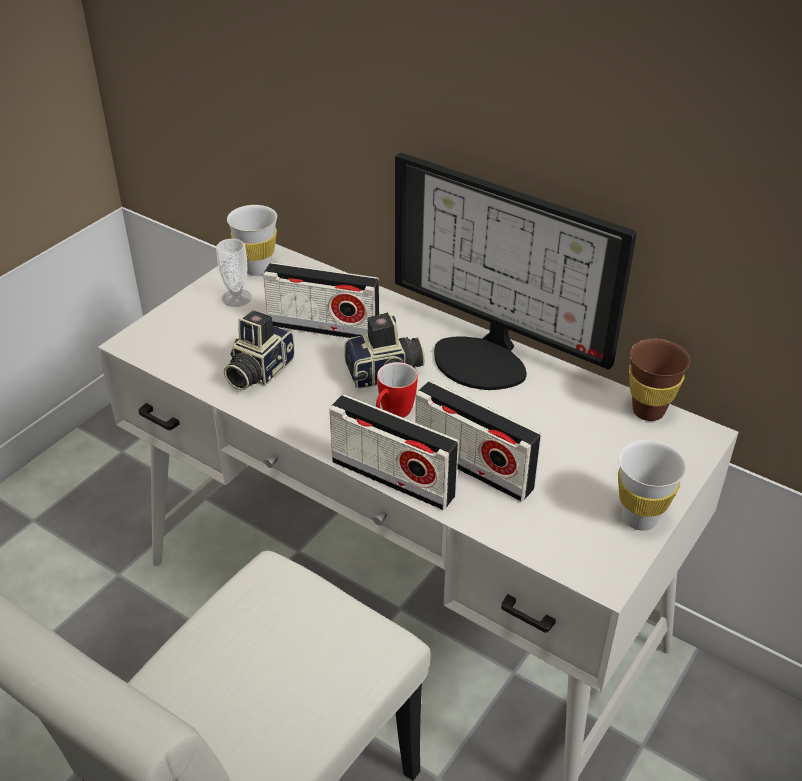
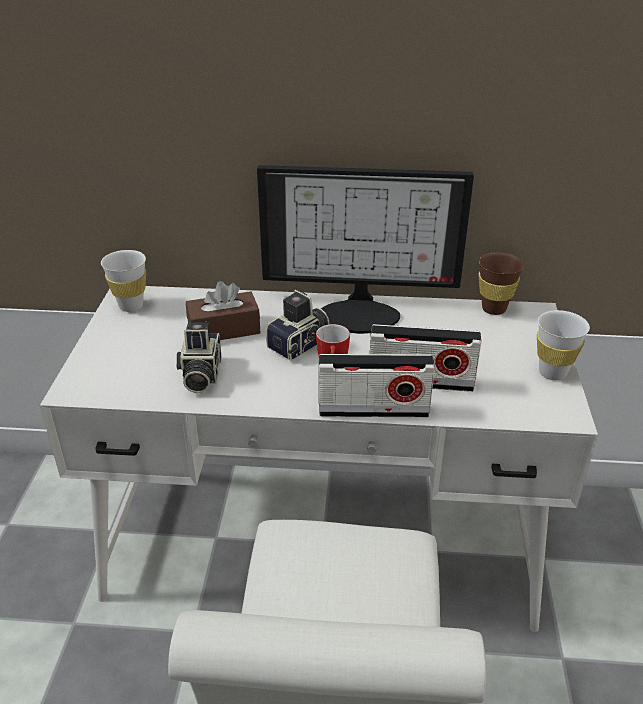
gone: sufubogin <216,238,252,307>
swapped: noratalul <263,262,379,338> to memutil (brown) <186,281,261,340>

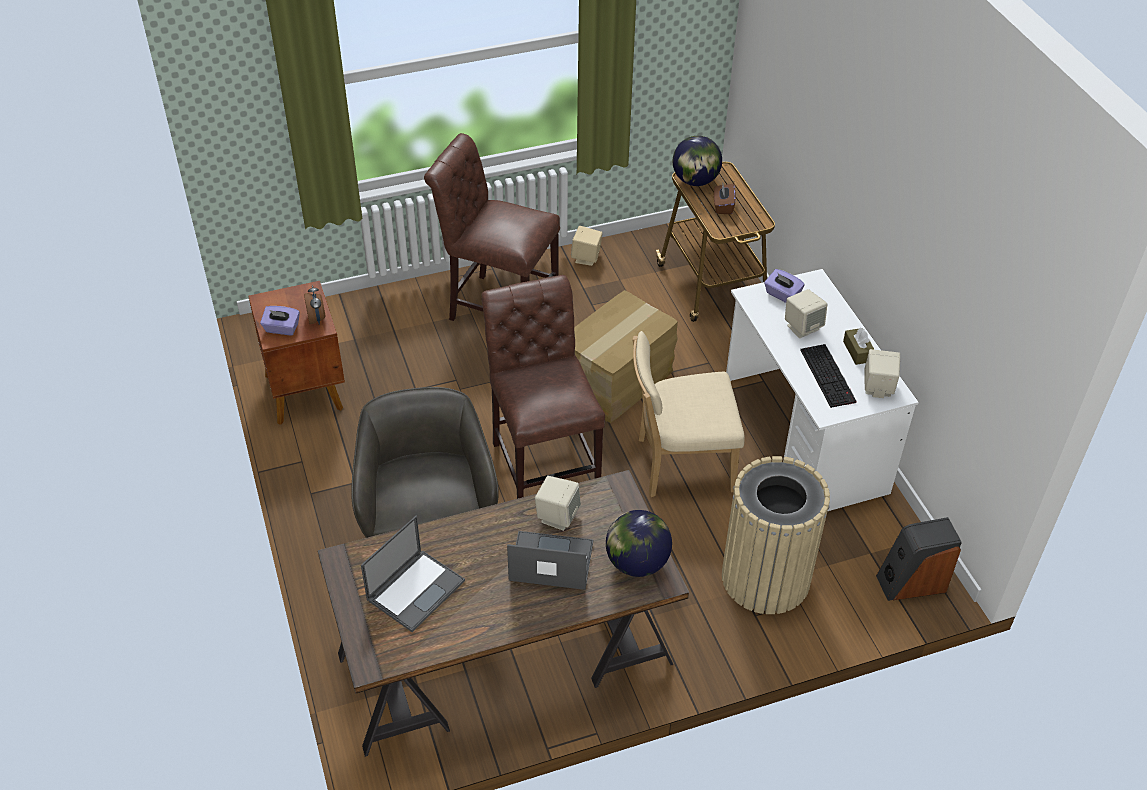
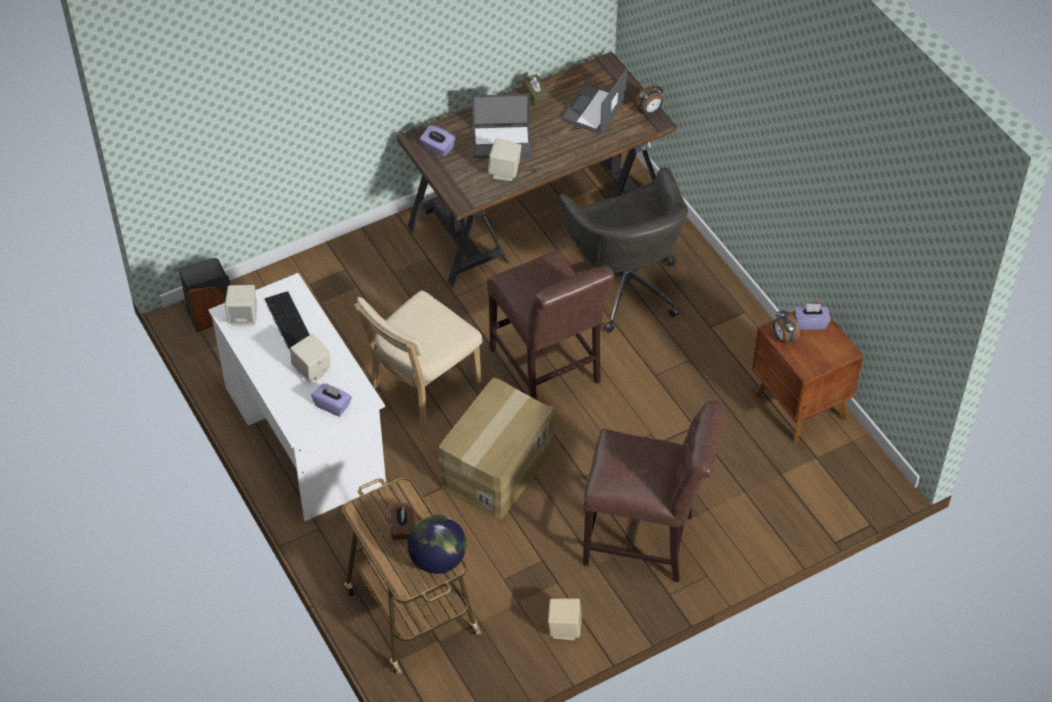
gone: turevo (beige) <722,456,830,614>
new: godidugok <635,84,663,115>
shifted: memutil (brown) <843,327,875,365> to <522,74,548,106>
swapped: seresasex <606,510,672,577> to memutil (purple) <420,125,456,157>
rotated: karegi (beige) <632,331,745,497> = <354,291,483,427> 150 degrees clockwise

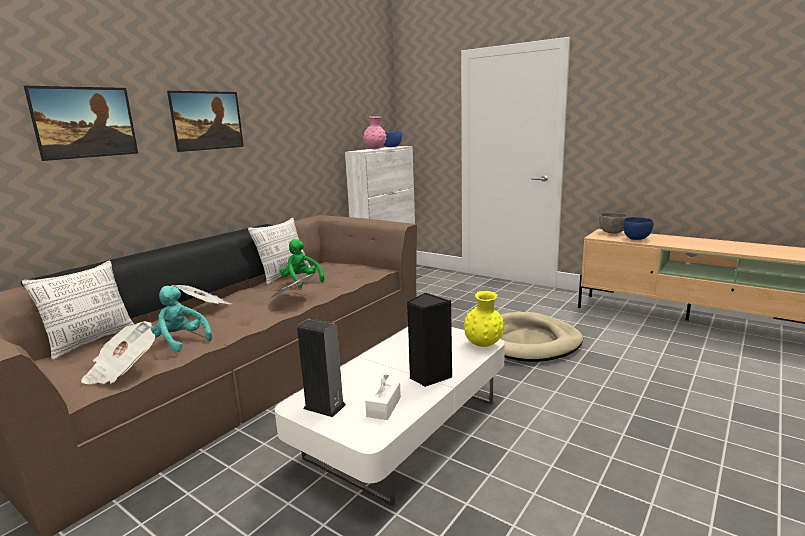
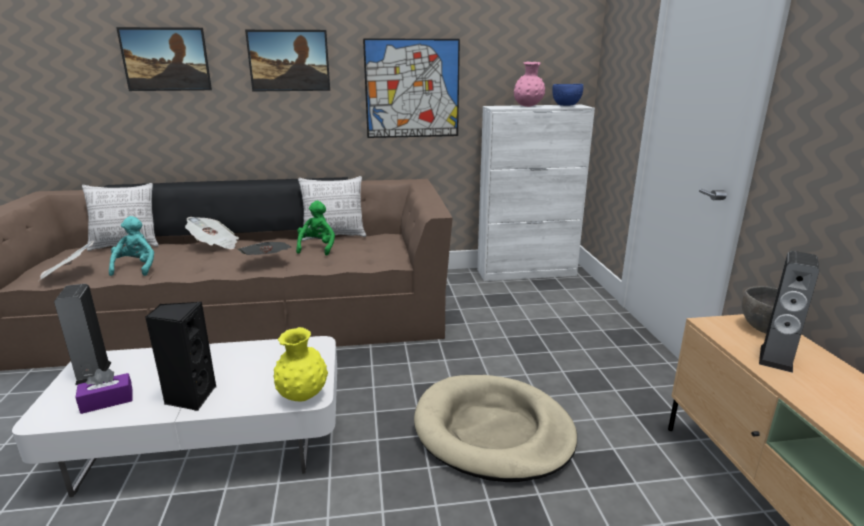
new: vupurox <363,39,460,138>
swapped: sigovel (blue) <623,217,653,240> to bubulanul <759,251,819,373>
repainted: memutil (white) <365,374,401,420> to memutil (purple) <76,369,133,414>

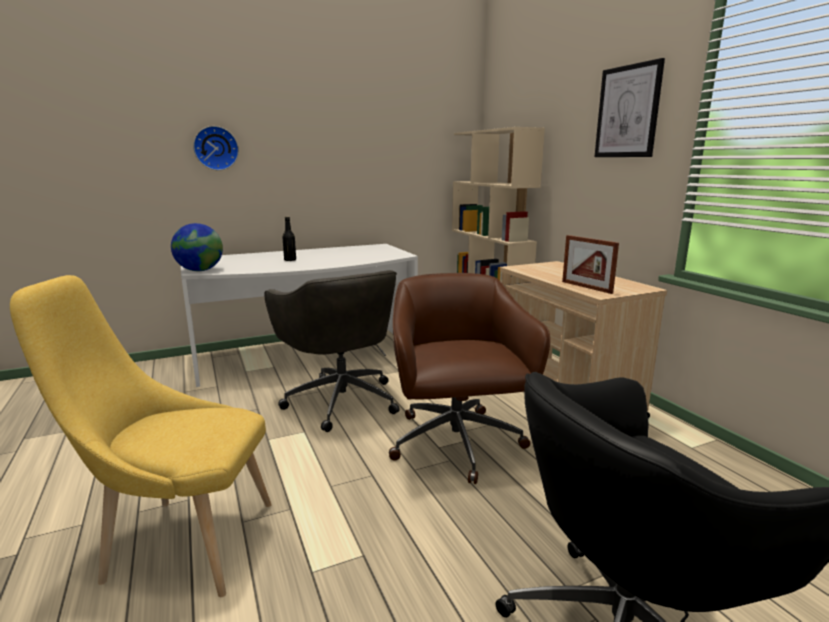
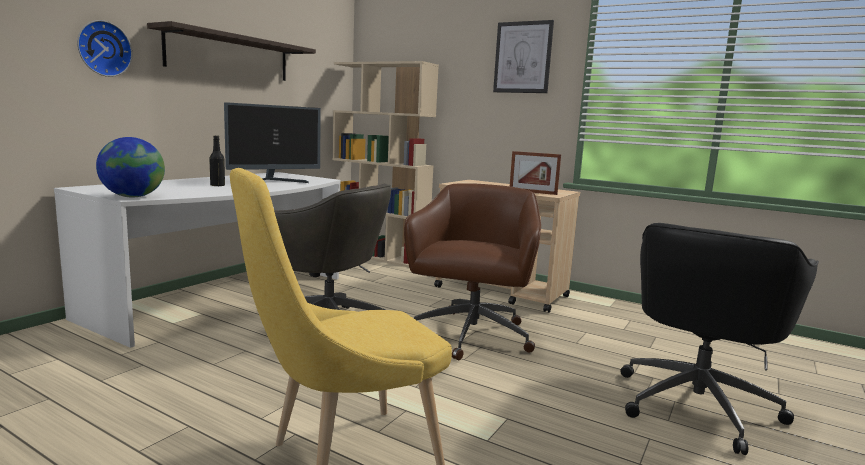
new: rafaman <147,21,316,81>; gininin <224,102,321,183>
rotated: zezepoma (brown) <389,273,550,484> = <404,183,541,360> 60 degrees clockwise

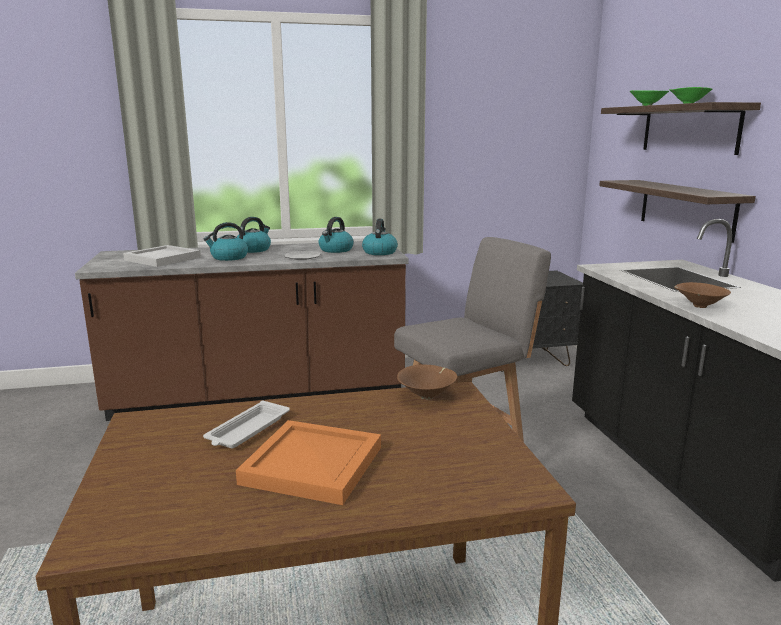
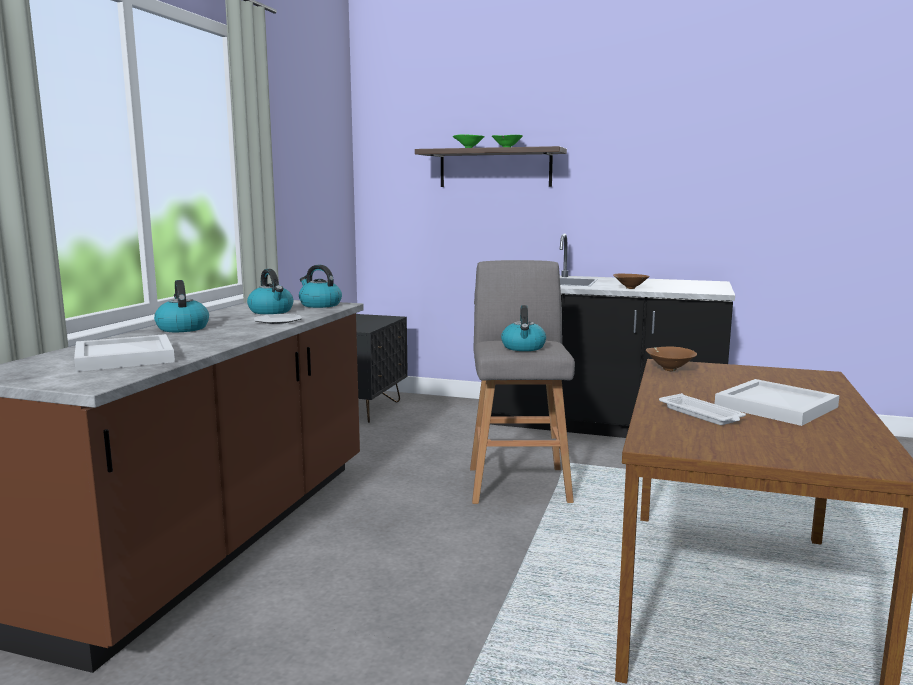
gone: rafaman <599,180,756,243>
shifted: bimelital <203,222,248,261> to <501,305,546,351>
repainted: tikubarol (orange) <236,420,381,505> to tikubarol (white) <715,379,839,426>

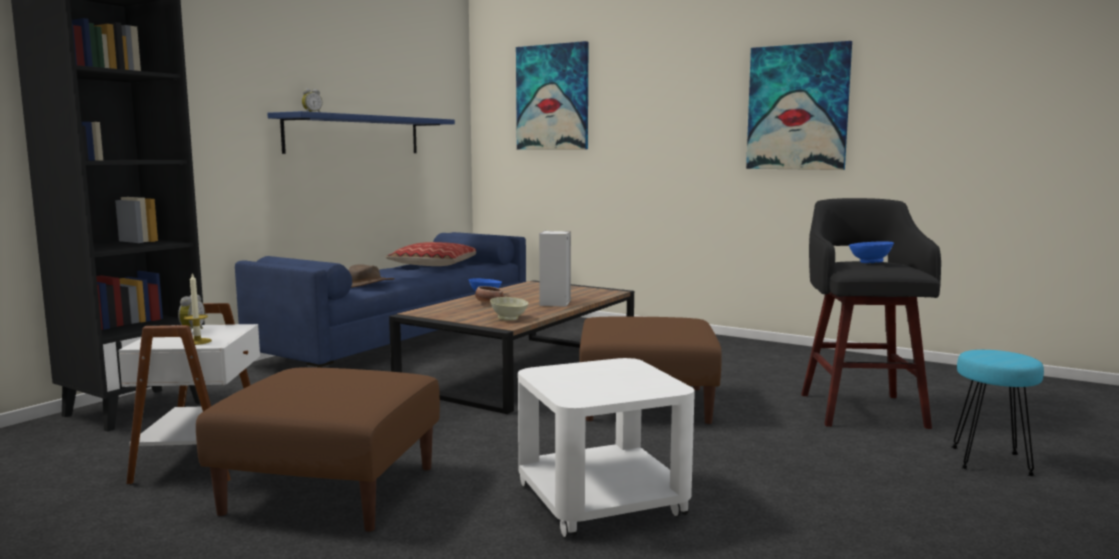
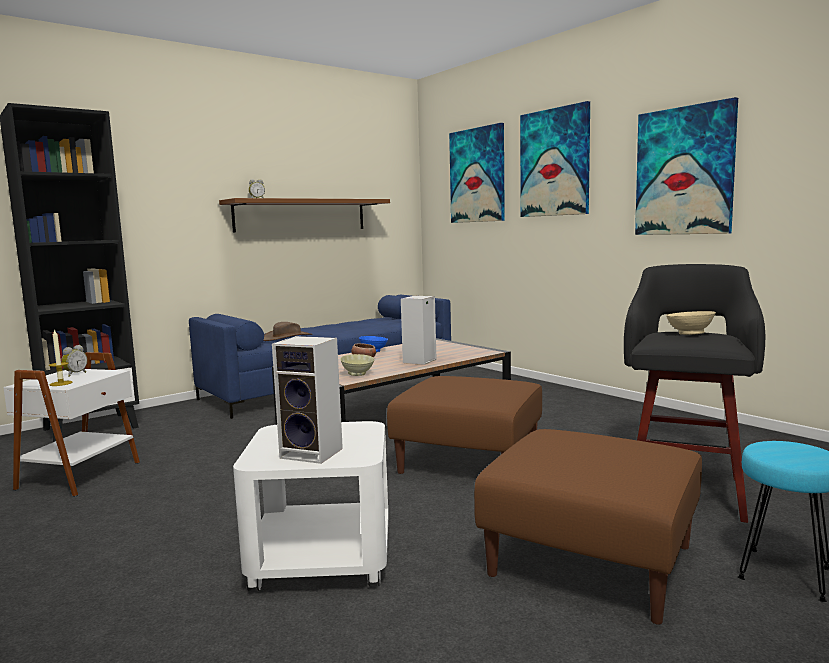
gone: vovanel <386,242,476,266>
new: bubulanul <272,336,343,464>; vupurox <520,101,590,217>
shifted: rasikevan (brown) <196,367,440,532> to <474,429,702,625>
repainted: rafaman (blue) <267,111,455,154> to rafaman (brown) <219,198,390,232>; sigovel (blue) <849,241,894,263> to sigovel (beige) <666,311,716,335>

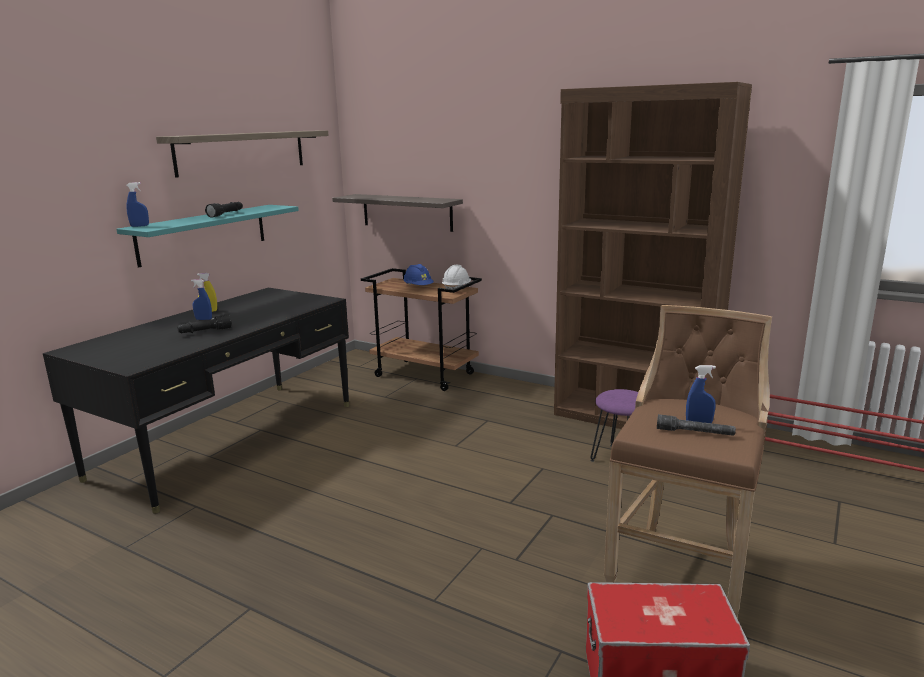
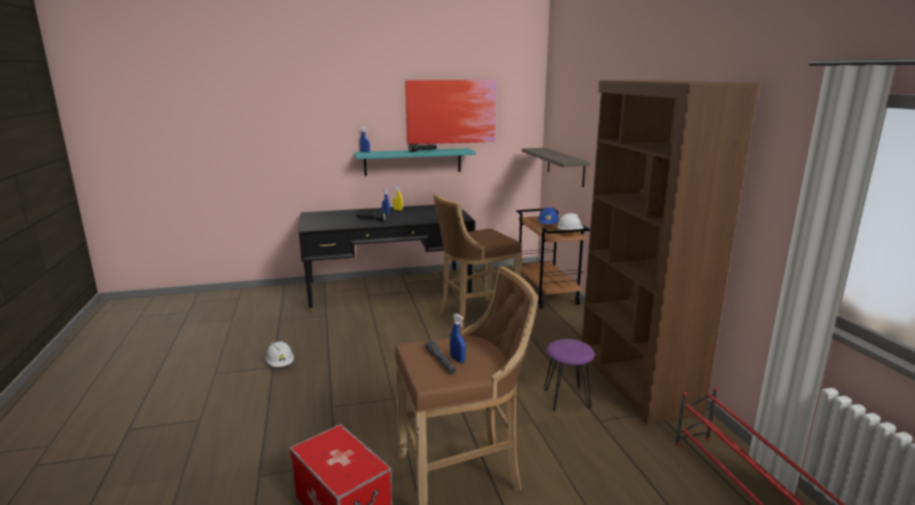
new: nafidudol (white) <266,341,294,367>; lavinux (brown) <433,193,522,331>
swapped: rafaman <156,130,328,178> to vupurox <405,80,497,145>

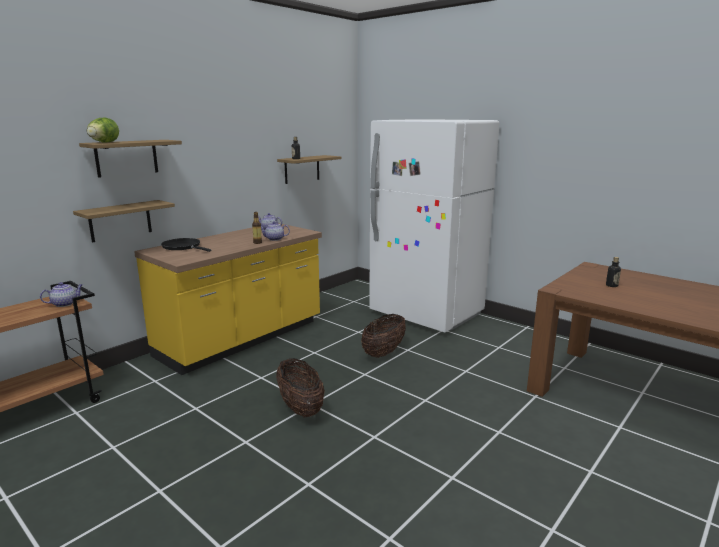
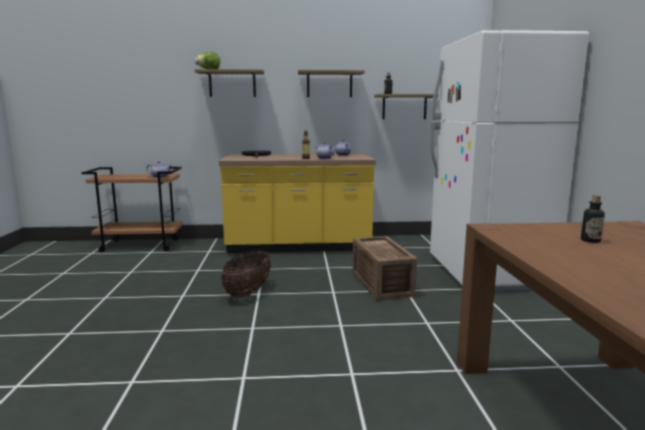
shifted: rafaman <73,200,175,242> to <298,70,365,97>
swapped: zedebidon <361,314,406,358> to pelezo <353,236,417,301>

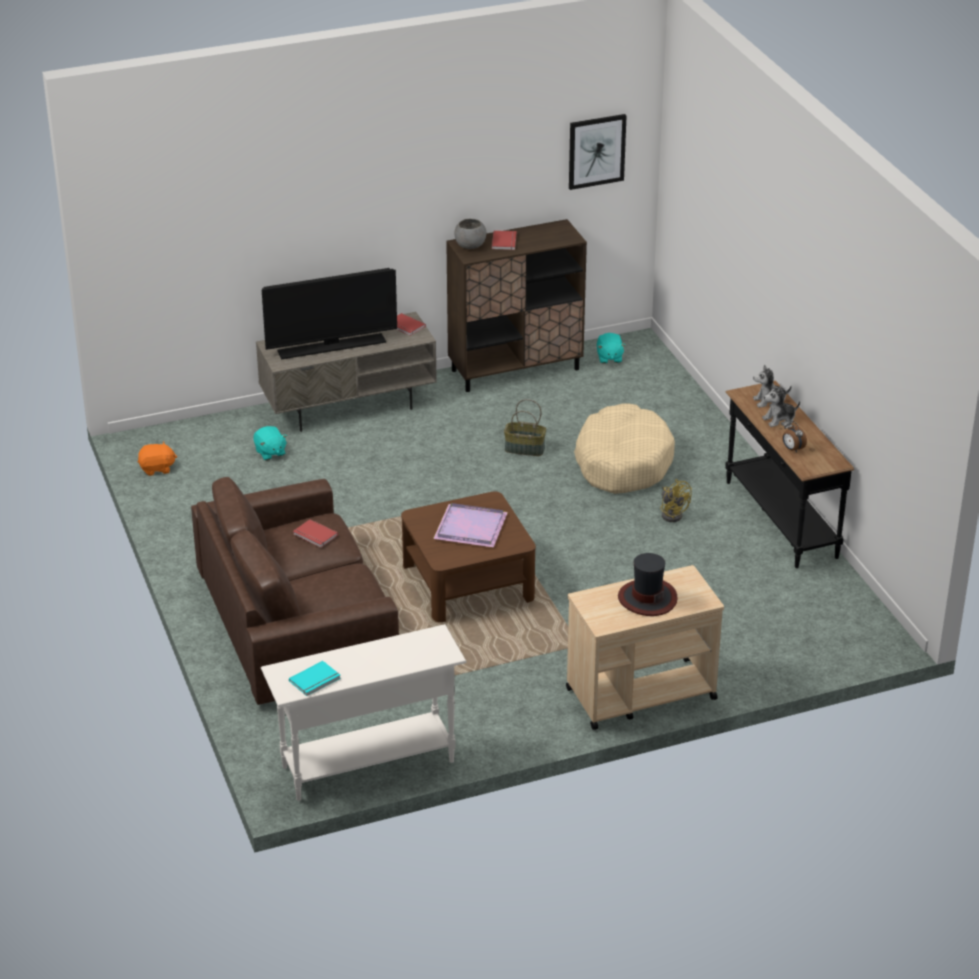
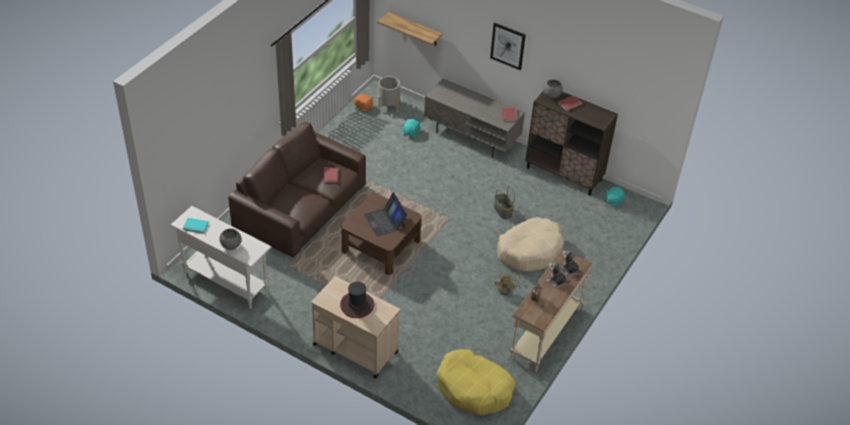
gone: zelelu <262,268,397,359>
new: sigovel (grey) <219,229,242,250>; rafaman <377,12,442,46>; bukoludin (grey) <378,76,400,113>; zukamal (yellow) <437,349,515,415>
shifted: vupurox <569,114,627,190> to <490,23,526,70>
swapped: tikubarol (purple) <433,503,508,547> to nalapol <364,192,407,237>
repainted: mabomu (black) <725,381,854,568> to mabomu (beige) <510,249,592,372>

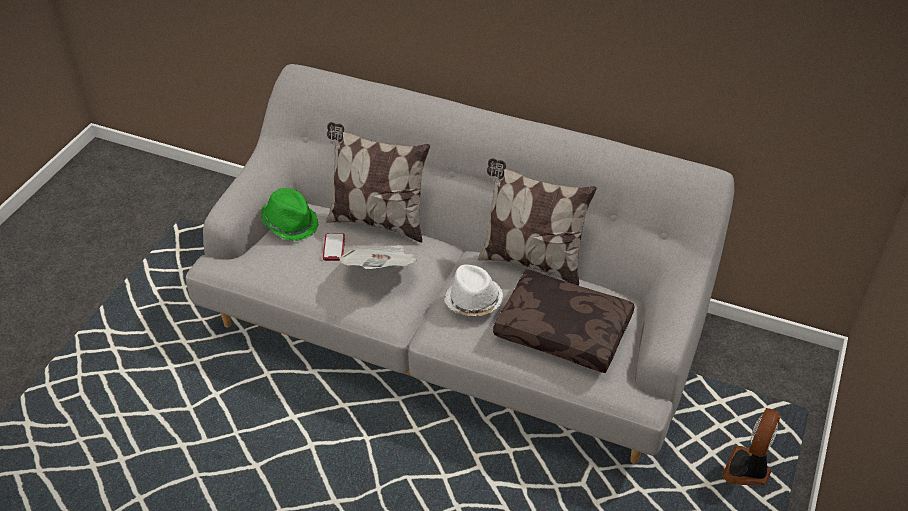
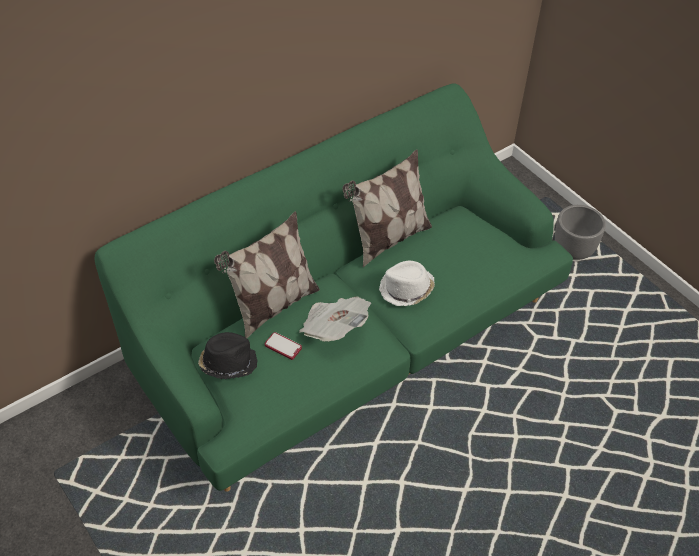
gone: vovanel (brown) <493,269,635,373>
swapped: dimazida <722,408,781,485> to bukoludin (grey) <555,205,606,260>
repainted: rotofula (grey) <186,64,734,464> to rotofula (green) <94,83,573,492>; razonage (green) <261,188,319,241> to razonage (black) <198,332,257,379>

